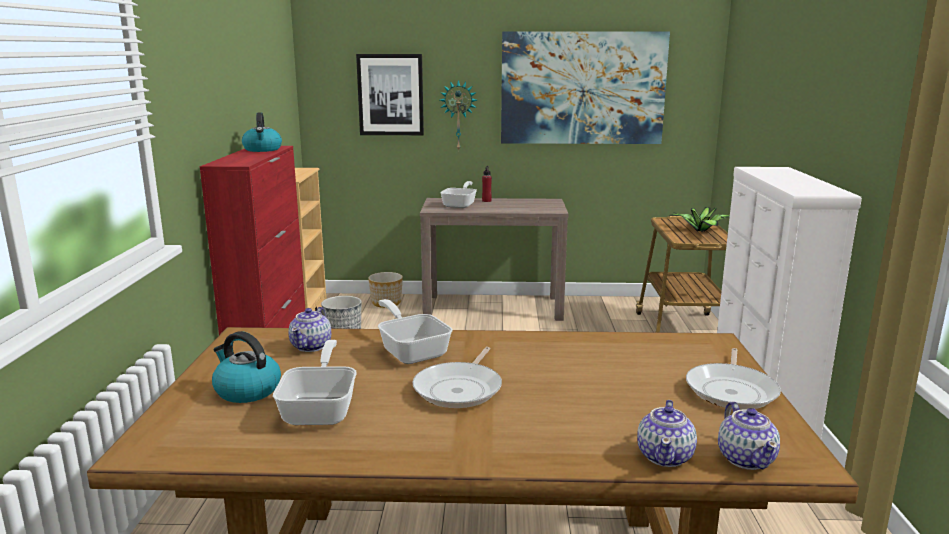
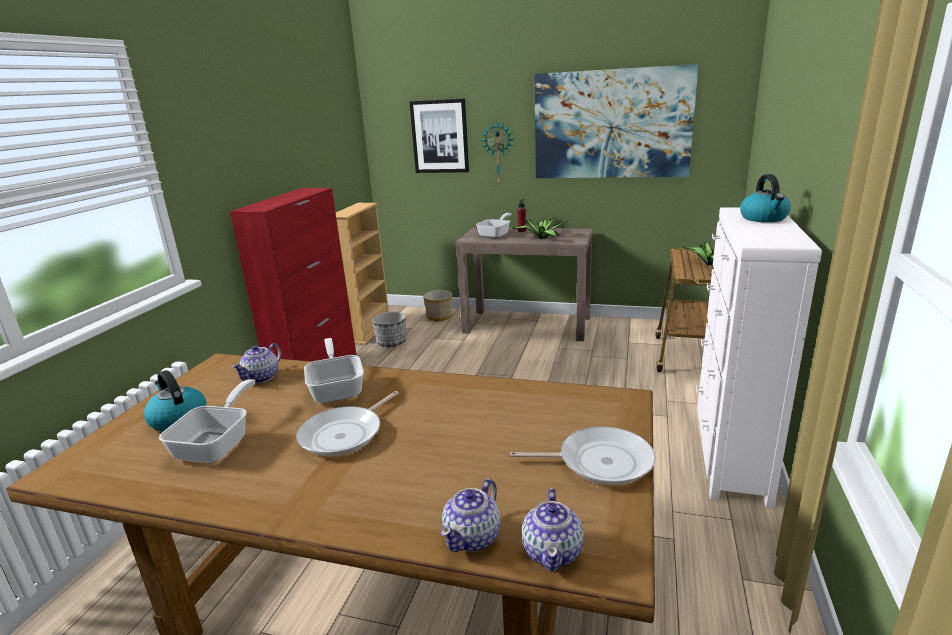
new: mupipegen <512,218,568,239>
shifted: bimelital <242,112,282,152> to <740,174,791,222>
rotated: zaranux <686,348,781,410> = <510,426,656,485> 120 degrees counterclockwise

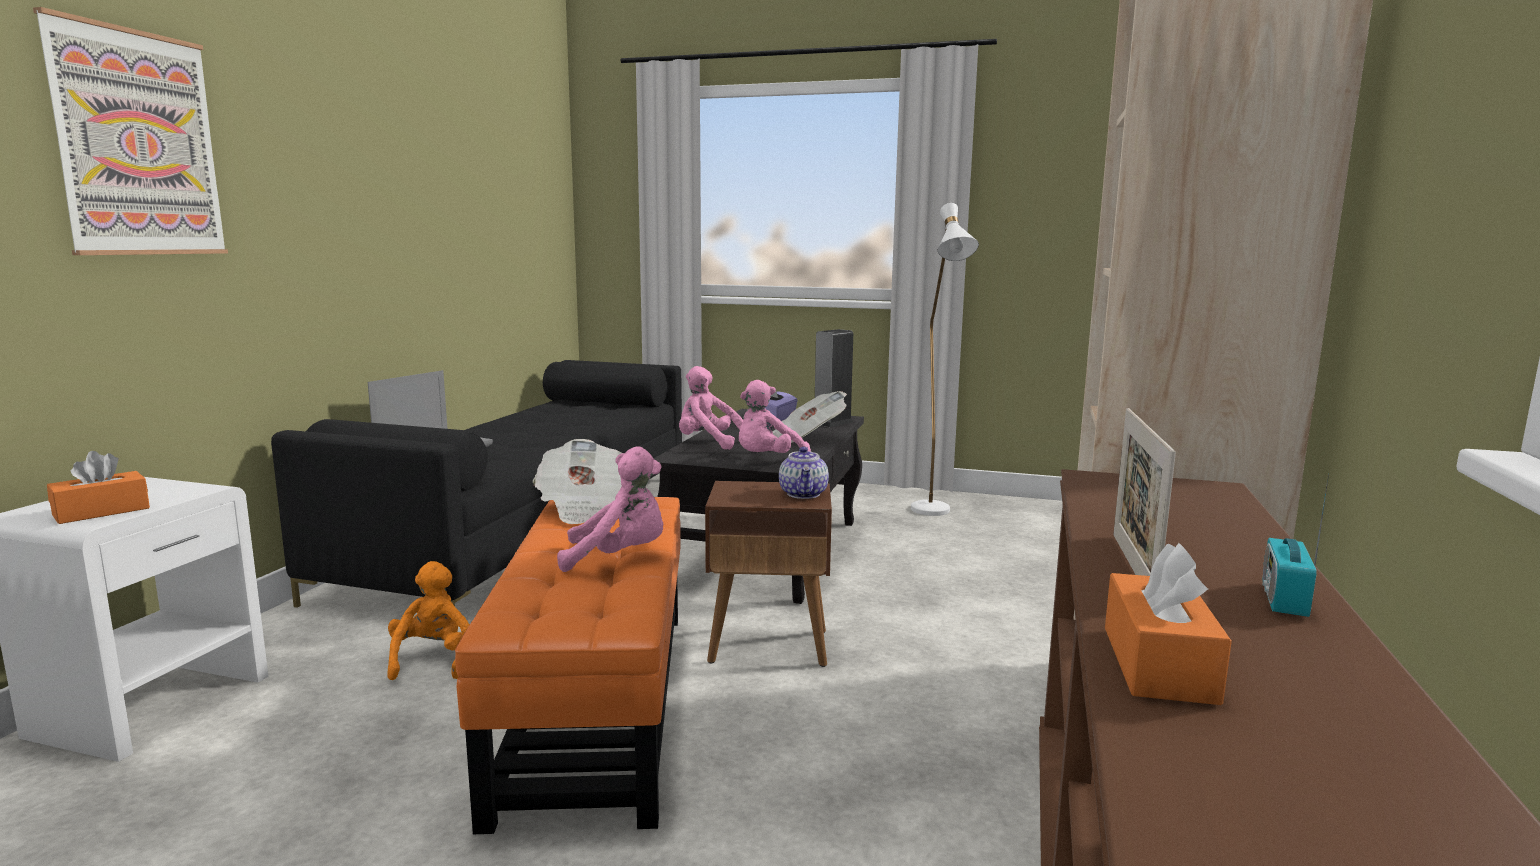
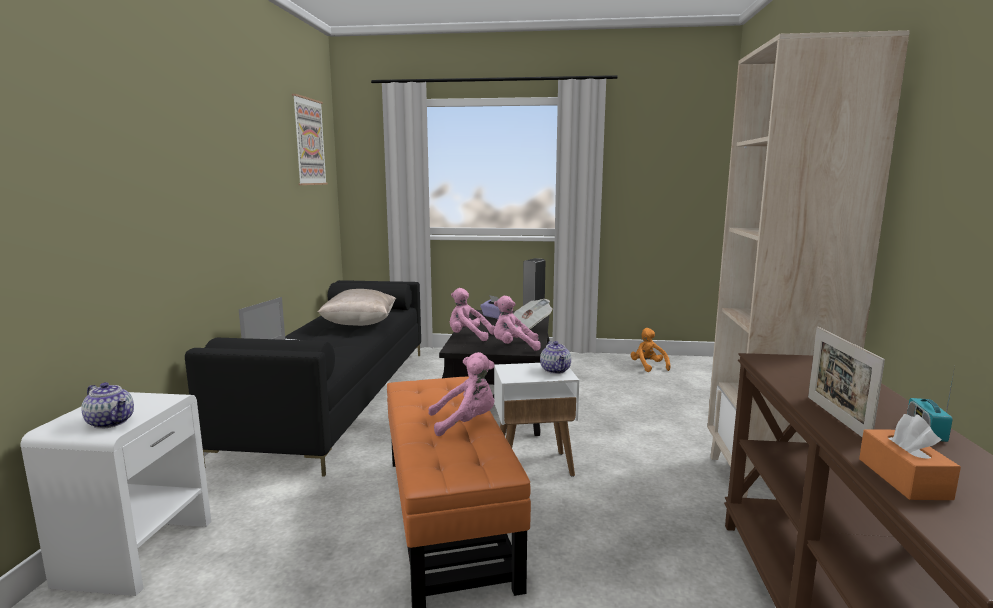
gone: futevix <533,439,622,524>; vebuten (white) <911,203,979,516>
new: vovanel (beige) <317,289,396,326>
shifted: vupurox <33,7,228,255> to <292,94,328,185>; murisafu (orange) <387,561,470,680> to <631,328,671,372>
swapped: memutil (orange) <47,451,150,524> to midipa <81,382,134,429>
repainted: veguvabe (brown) <705,481,832,667> to veguvabe (white) <494,363,579,477>
rotated: murisafu (pink) <739,380,811,453> = <494,296,541,351> 60 degrees clockwise

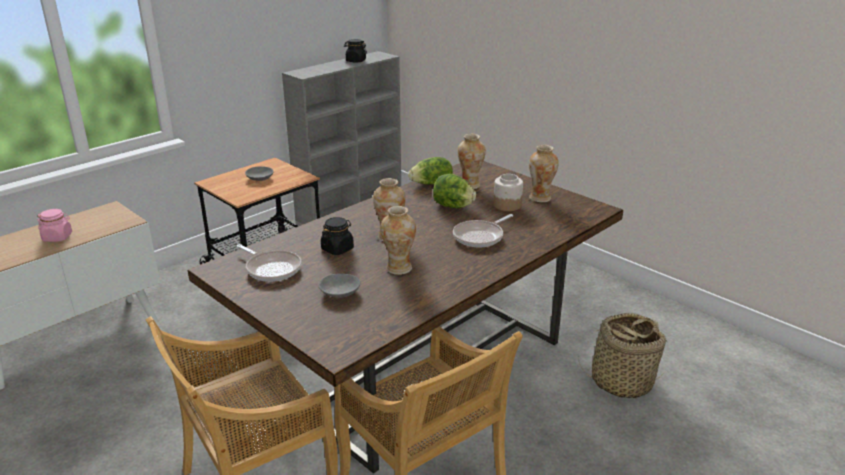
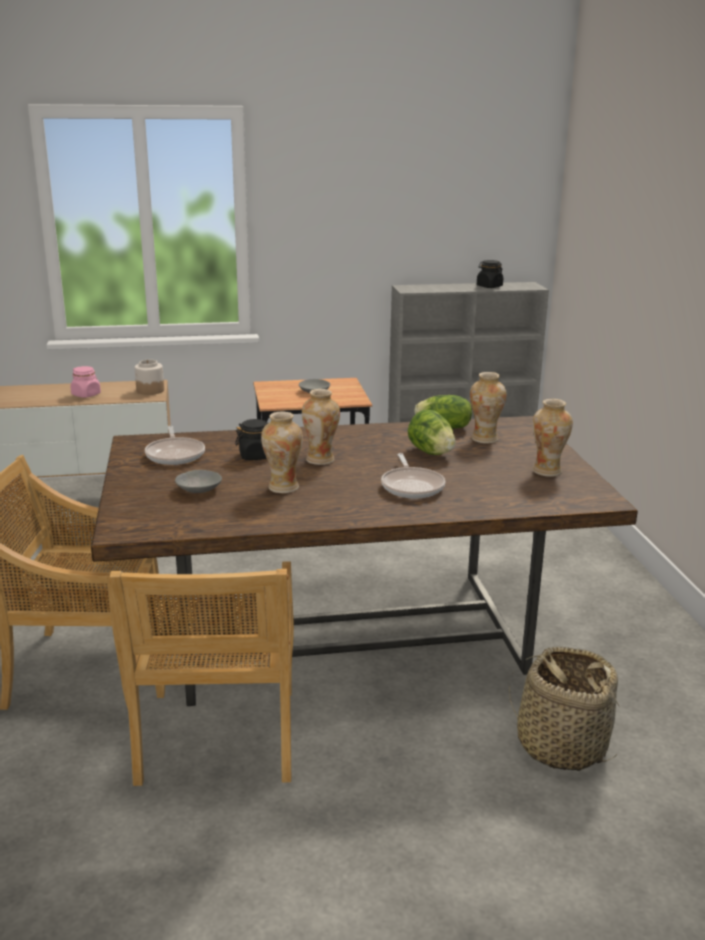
shifted: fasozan <493,174,523,211> to <135,360,164,395>
rotated: zaranux <453,214,513,247> = <381,453,445,499> 90 degrees counterclockwise

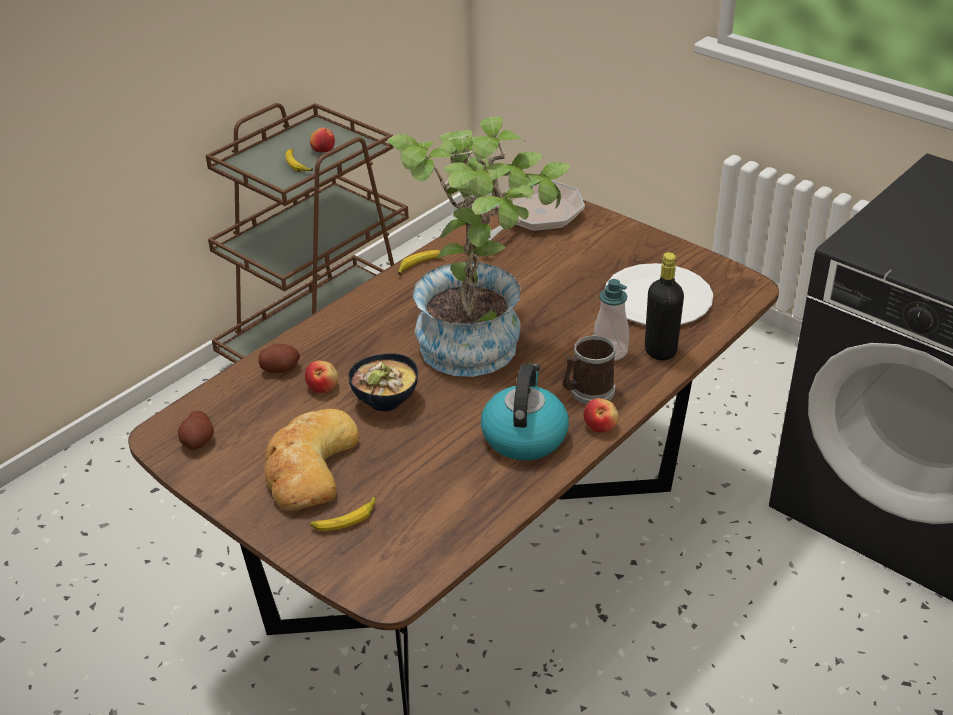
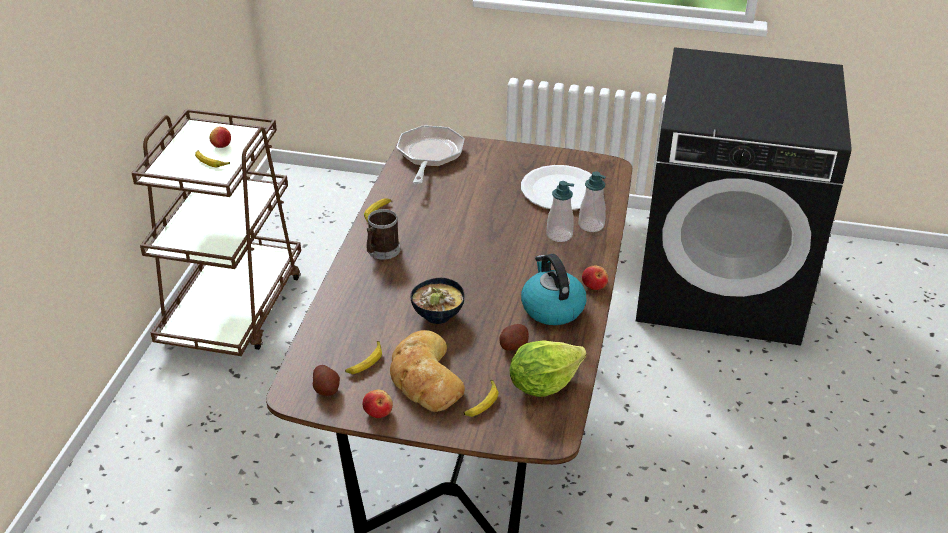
gone: mupipegen <387,116,570,377>
new: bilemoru <345,341,382,374>; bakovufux <510,340,587,397>
shifted: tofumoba <258,344,300,373> to <499,324,529,351>; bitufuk <305,360,338,393> to <362,390,393,418>; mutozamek <563,336,615,404> to <366,209,400,260>
swapped: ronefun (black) <645,252,684,360> to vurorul <579,171,606,232>

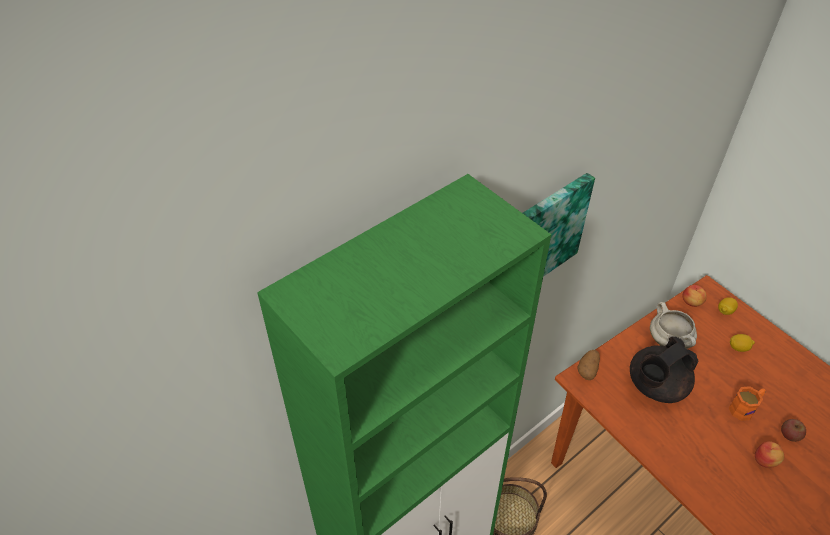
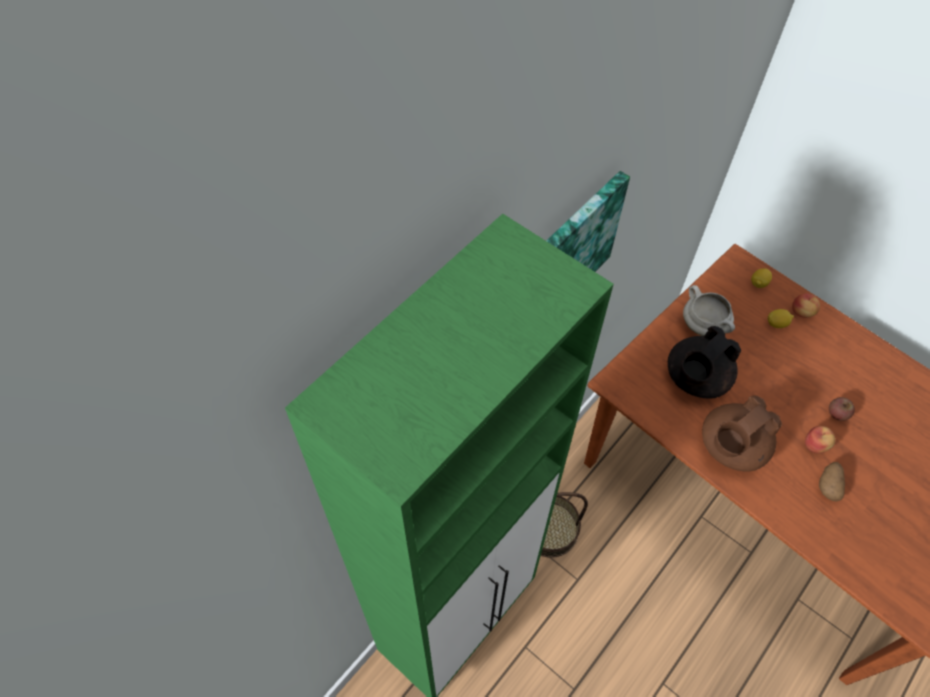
gone: mutozamek (orange) <729,386,766,421>
new: midipa (brown) <702,395,782,472>
shifted: tofumoba <578,350,600,380> to <819,462,845,502>; bitufuk <682,285,707,307> to <792,293,820,318>

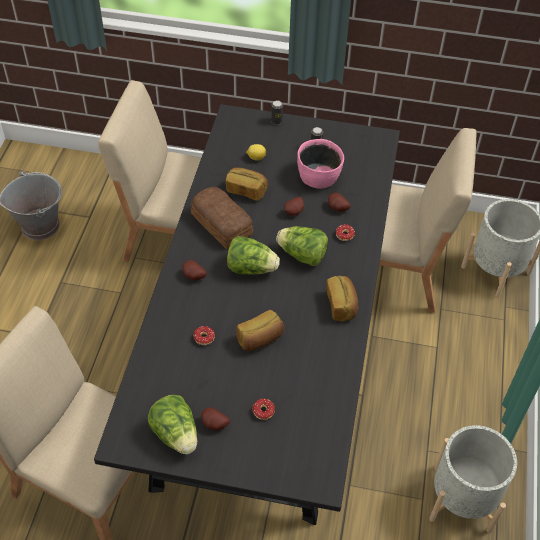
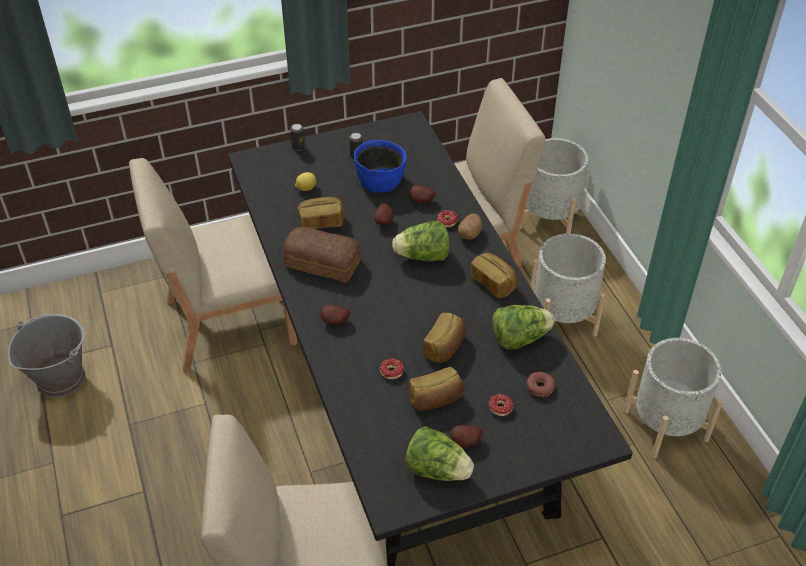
new: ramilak <409,367,464,411>; tofumoba <458,213,482,240>; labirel <527,372,555,397>; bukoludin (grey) <530,233,606,336>
shifted: bakovufux <227,236,280,275> to <492,305,555,350>
repainted: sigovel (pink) <297,139,344,189> to sigovel (blue) <354,140,407,193>

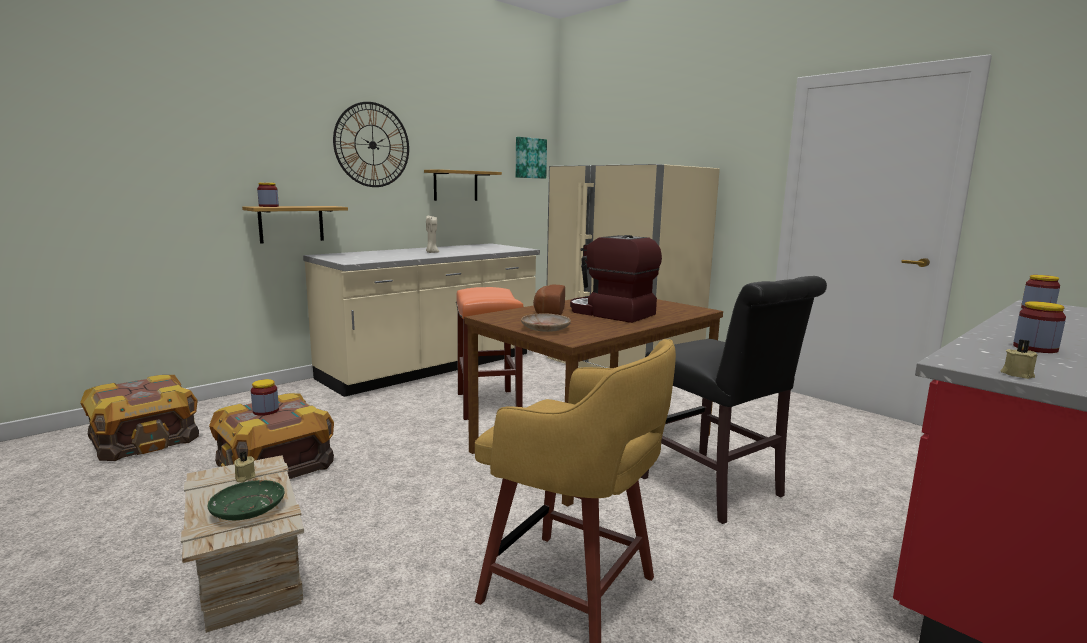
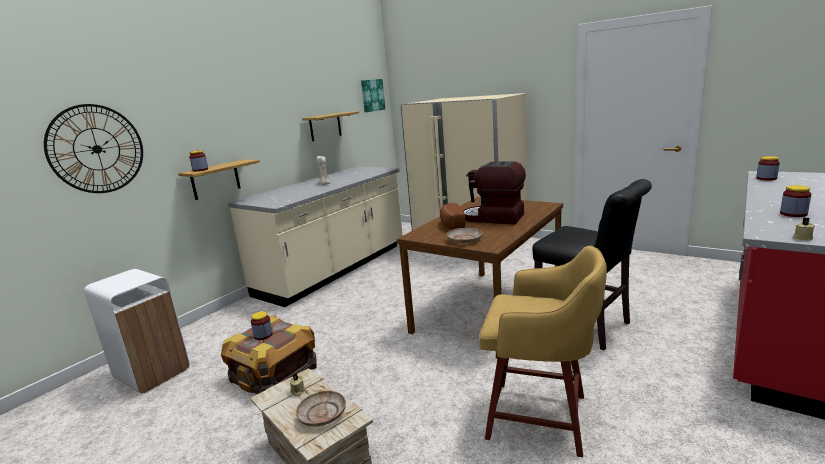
gone: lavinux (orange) <456,287,523,420>
shifted: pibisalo <333,102,409,187> to <44,104,143,193>
swapped: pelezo <80,375,199,461> to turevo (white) <84,269,190,394>
repainted: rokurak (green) <208,480,284,520> to rokurak (beige) <296,391,346,426>

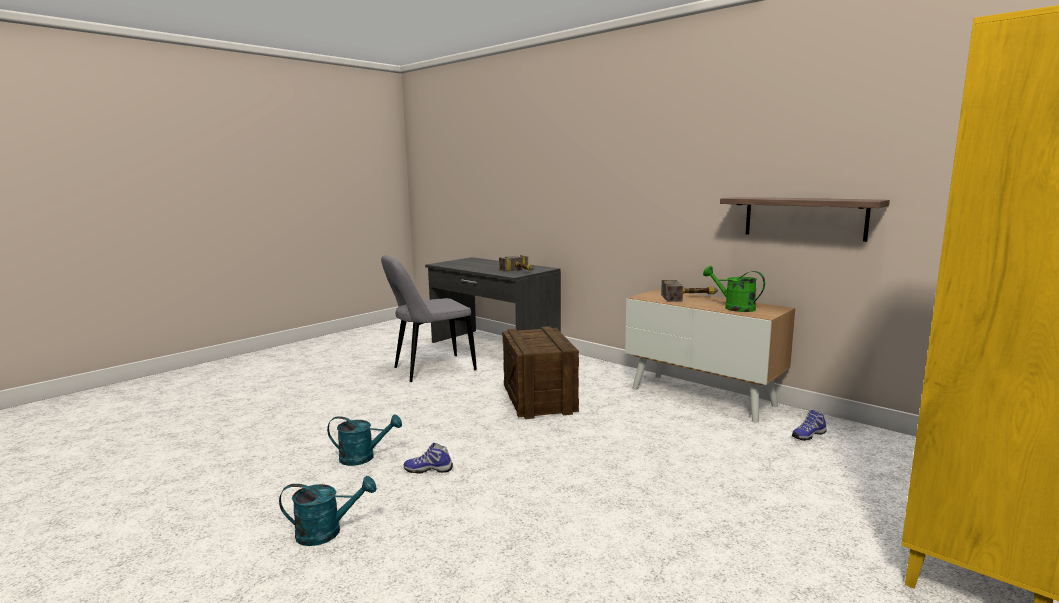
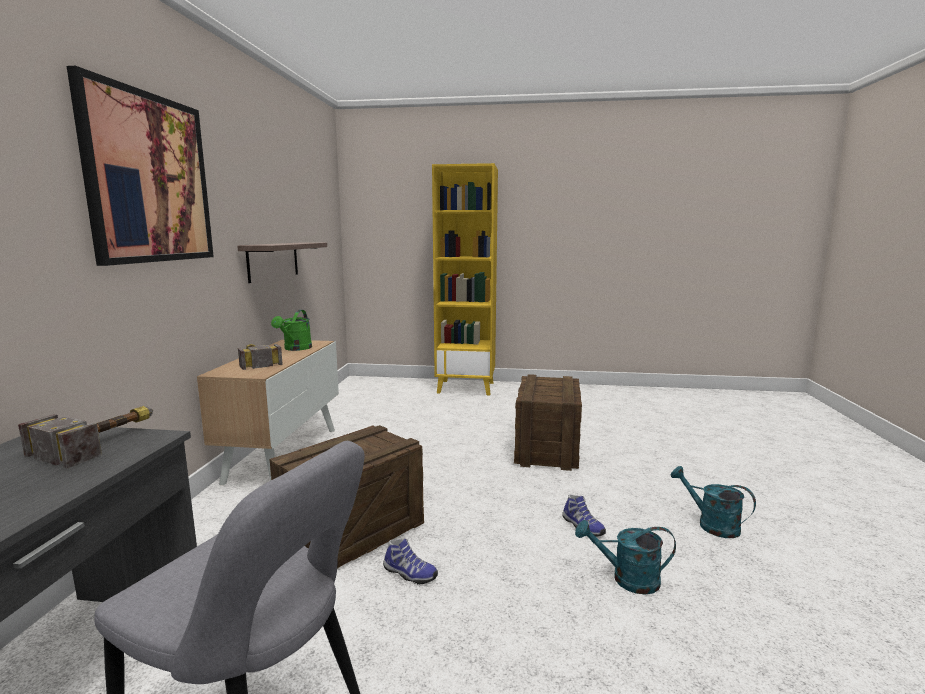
new: vupurox <67,66,214,266>; pelezo <514,374,582,471>
shifted: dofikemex <792,410,827,441> to <383,538,438,585>
rotated: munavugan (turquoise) <327,414,402,466> = <575,520,676,595> 45 degrees counterclockwise

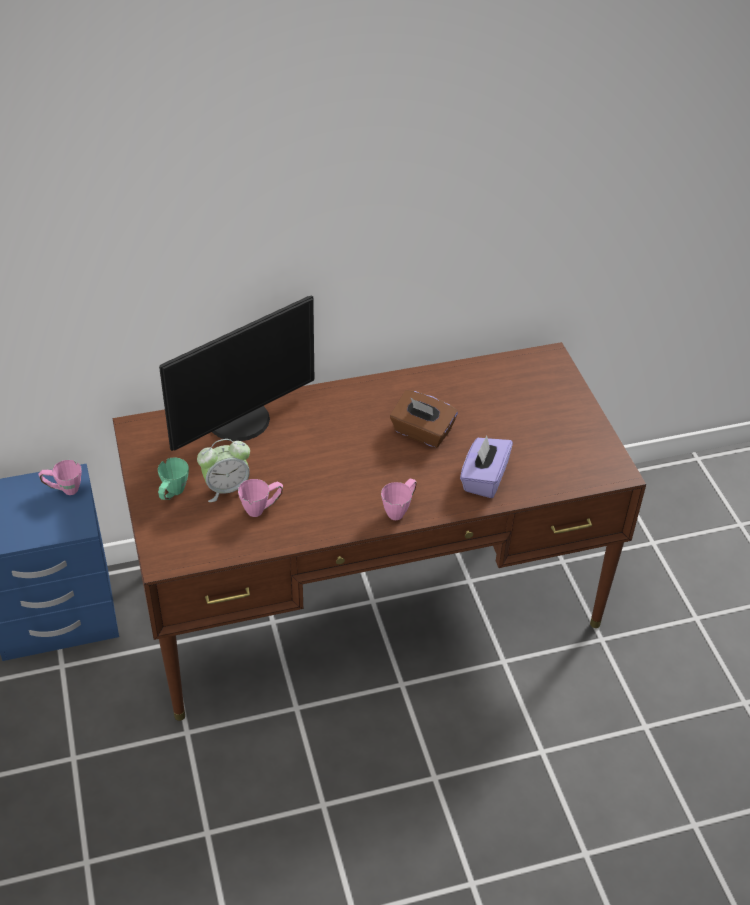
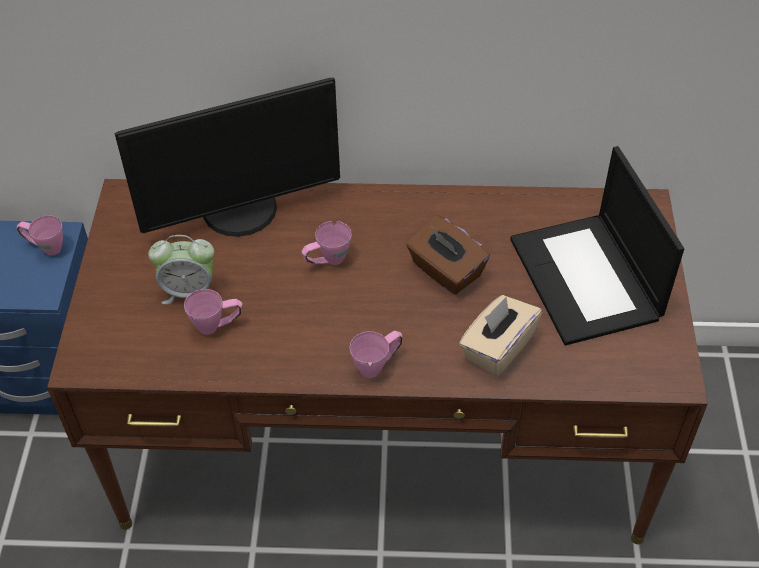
gone: mutozamek (green) <158,457,189,500>
new: mutozamek (pink) <302,221,352,265>; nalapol <510,146,684,345>
repainted: memutil (purple) <460,435,513,498> to memutil (beige) <459,295,542,377>

